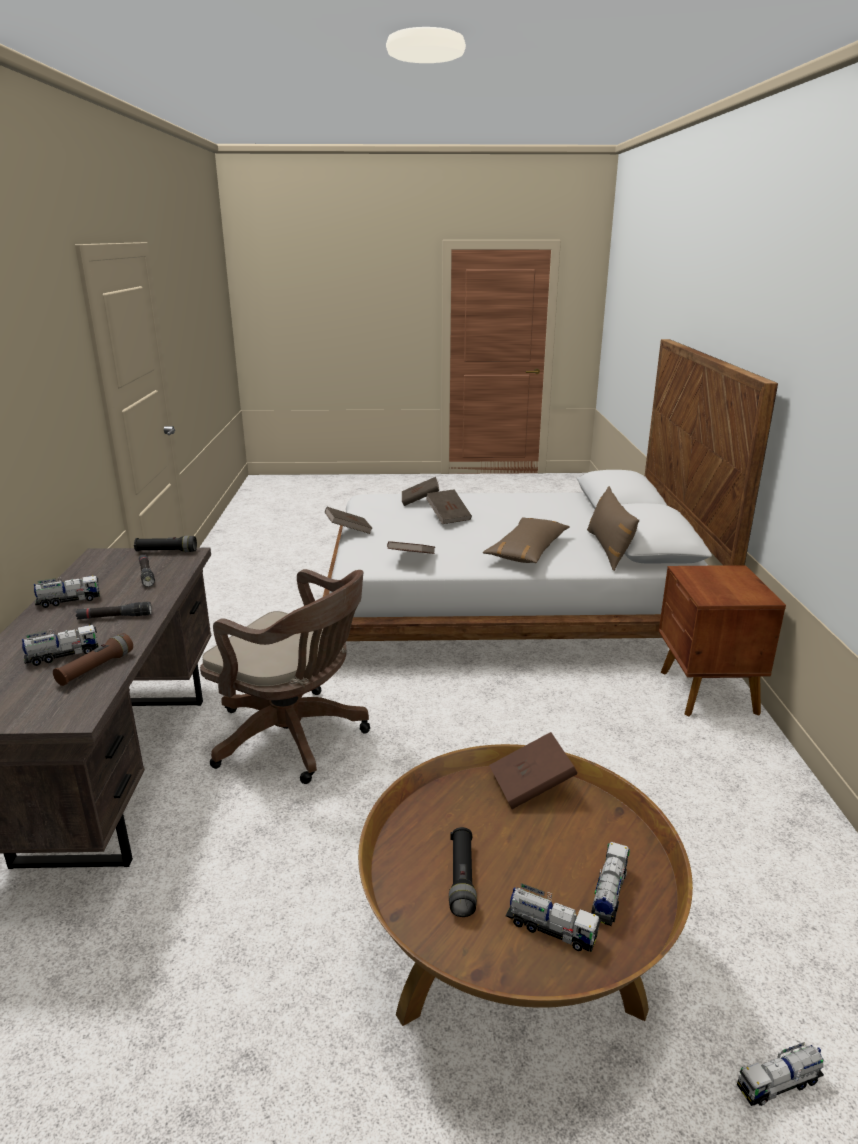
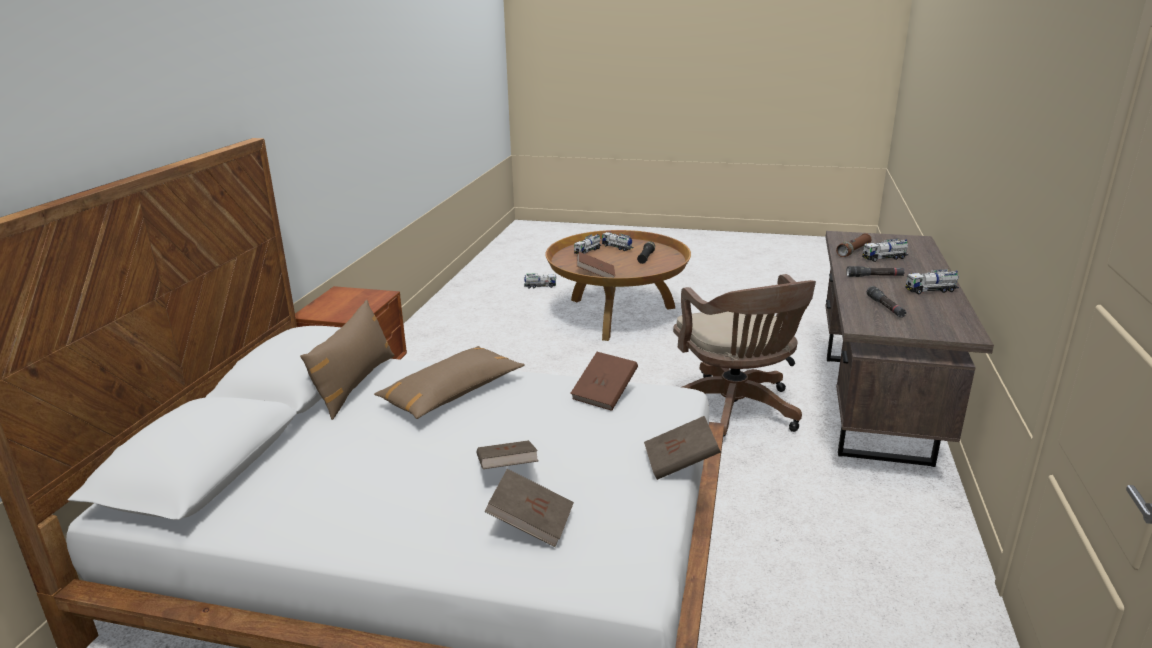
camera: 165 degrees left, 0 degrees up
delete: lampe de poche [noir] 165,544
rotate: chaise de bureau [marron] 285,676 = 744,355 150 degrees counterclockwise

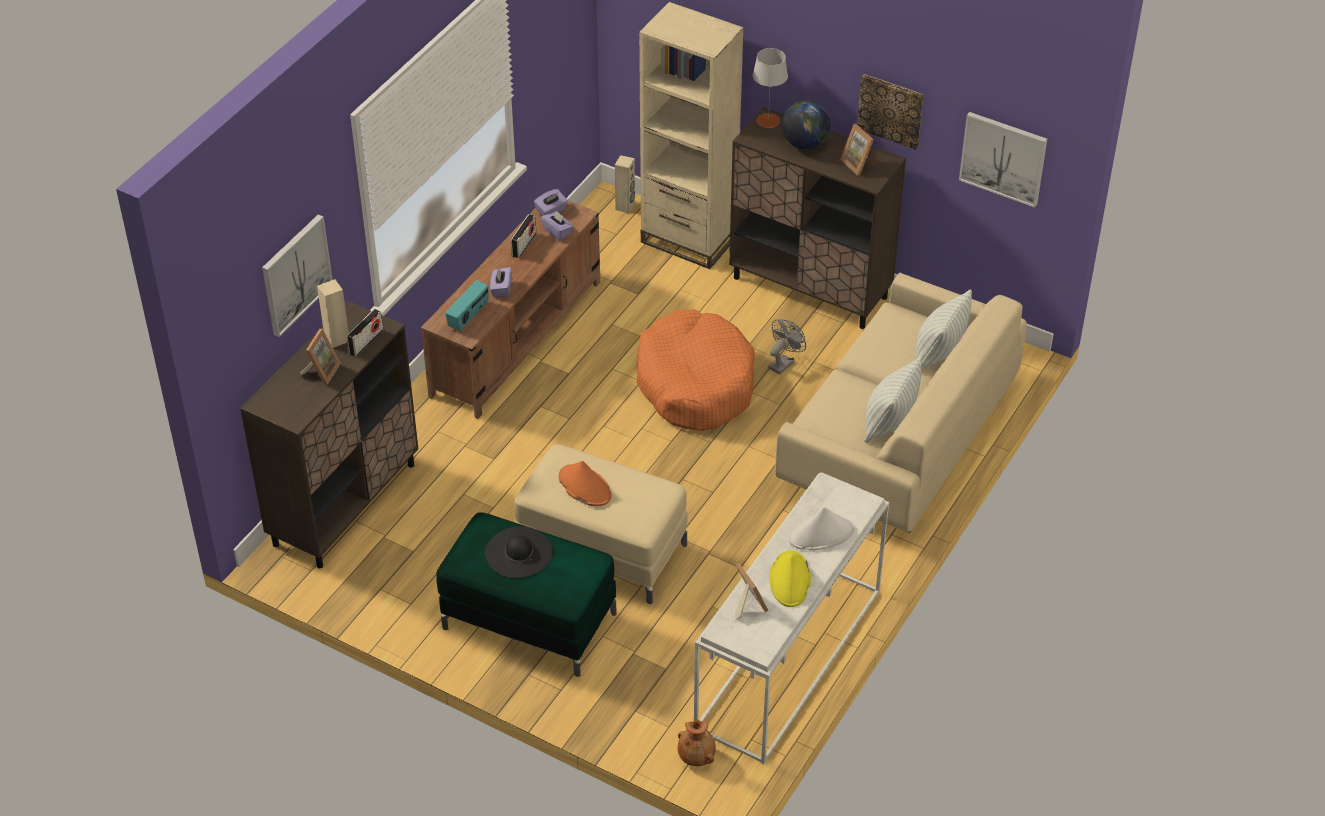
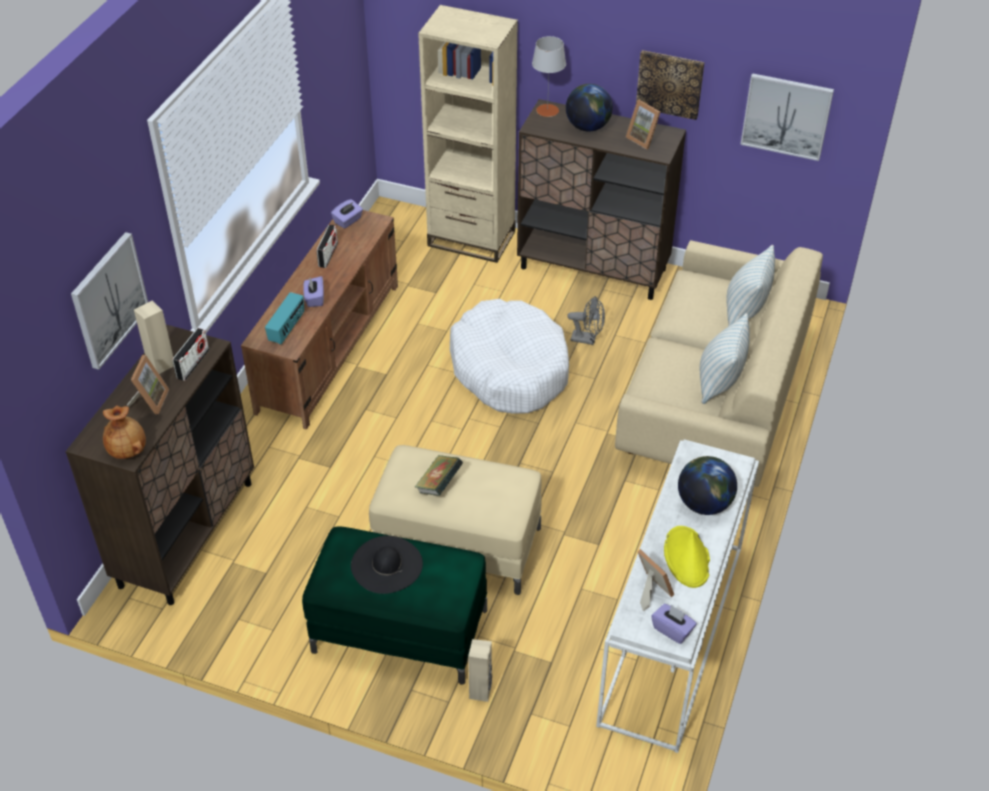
camera: 10 degrees left, 0 degrees up
move: boîte à mouchoirs [violet] 557,226 to 674,624; enceinte [beige] 625,184 to 480,670; vase [marron] 697,742 to 124,432
replace: chapeau [orange] 585,483 to livre 439,475; chapeau [blanc] 821,528 to globe 707,485
recolor: panier pour chien [orange] 695,370 to panier pour chien [blanc] 509,356
rotate: ventilateur [gris] 787,347 = 586,320 75 degrees clockwise

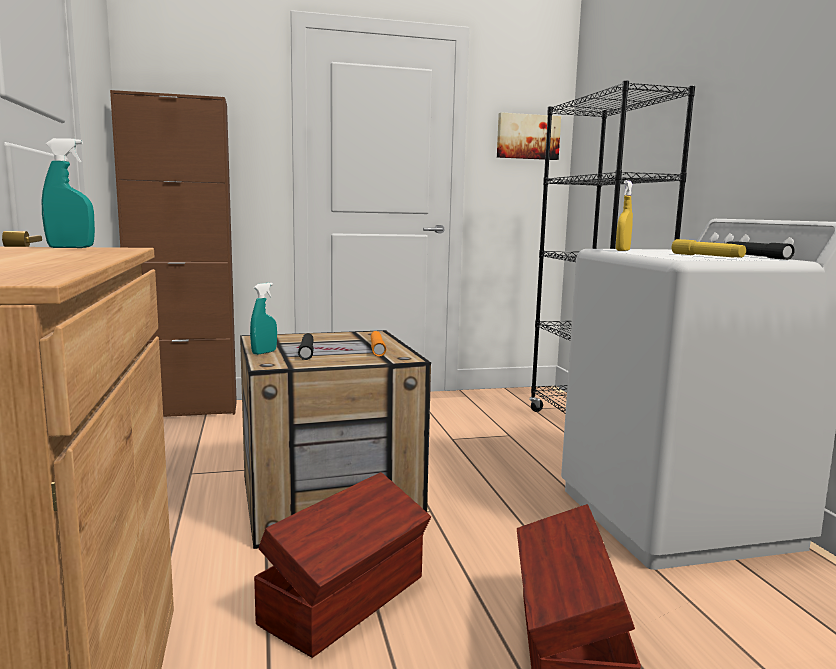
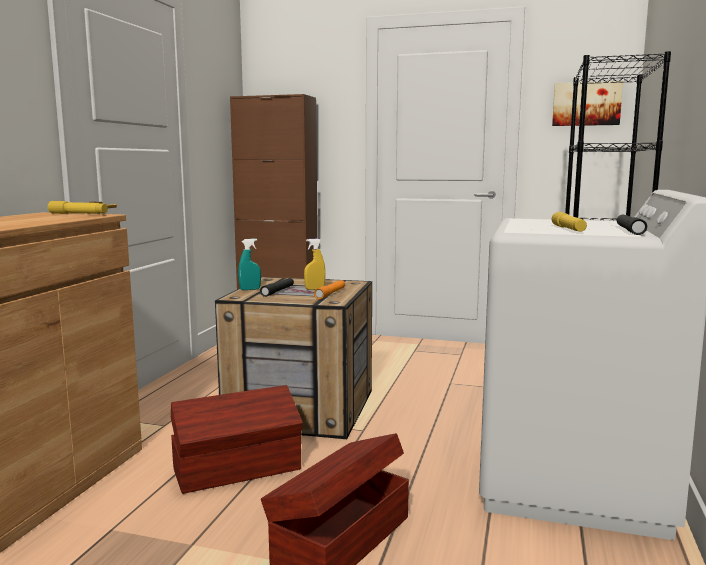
camera: 30 degrees right, 0 degrees up
move: vaporisateur [jaune] 624,215 to 314,264
replace: vaporisateur [turquoise] 68,193 to lampe de poche [jaune] 78,207

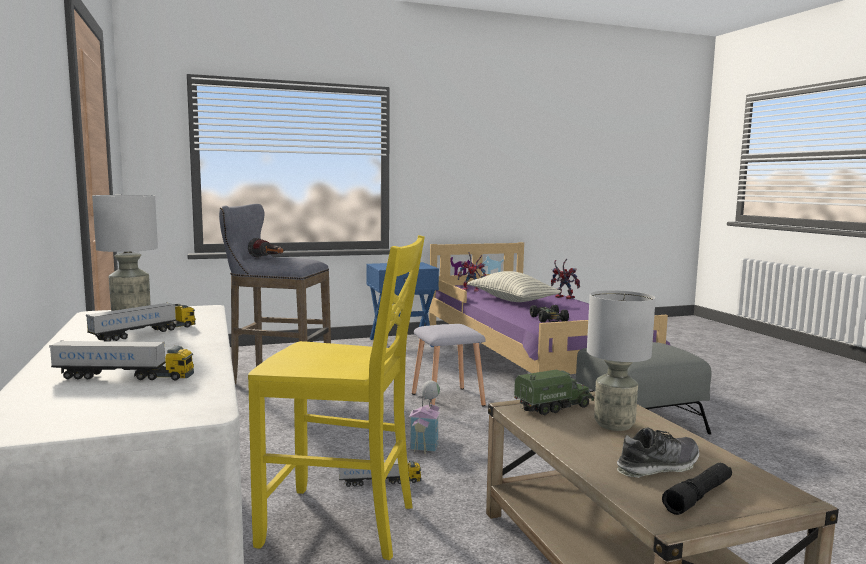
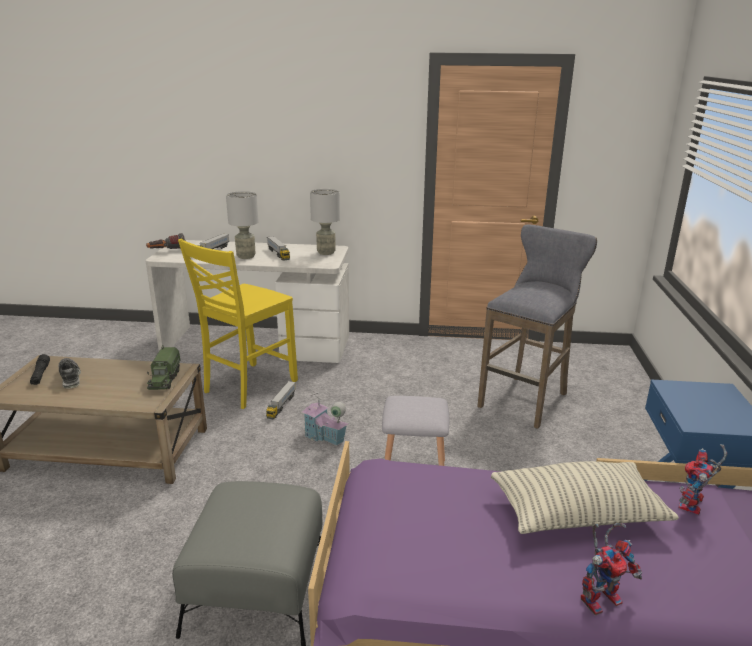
camera: 115 degrees right, 15 degrees up
delete: petite voiture [noir] 549,313
move: lampe de poche 265,248 to 166,241; lampe de table [gris] 621,360 to 242,225
rotate: chaussure 658,452 = 70,373 150 degrees clockwise

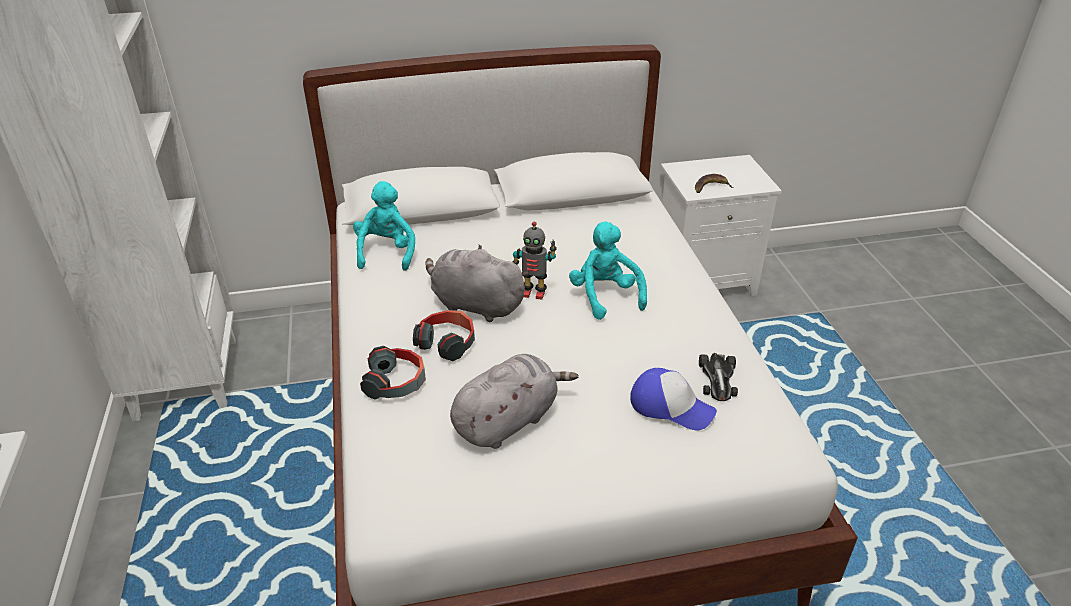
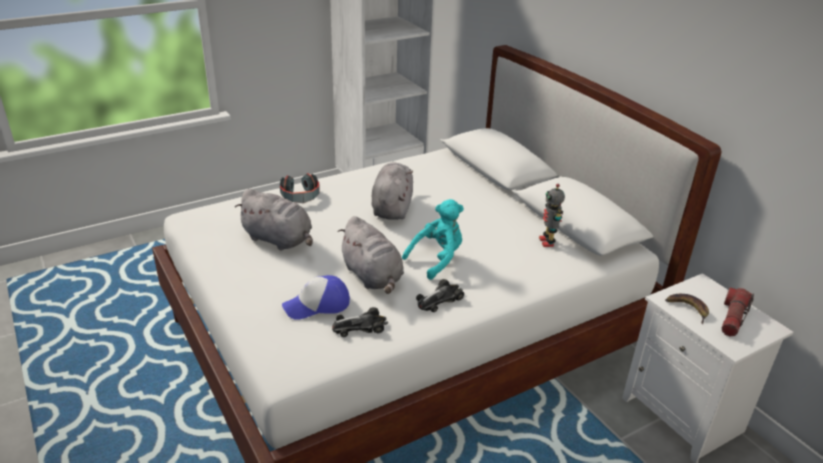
camera: 70 degrees right, 5 degrees down
delete: peluche [turquoise] 384,226; casque audio 444,335
insert: peluche [gris] 371,255; petite voiture 440,295; lampe de poche 738,312
move: robot jouet 535,261 to 552,215
rotate: casquette 674,399 = 316,297 60 degrees clockwise

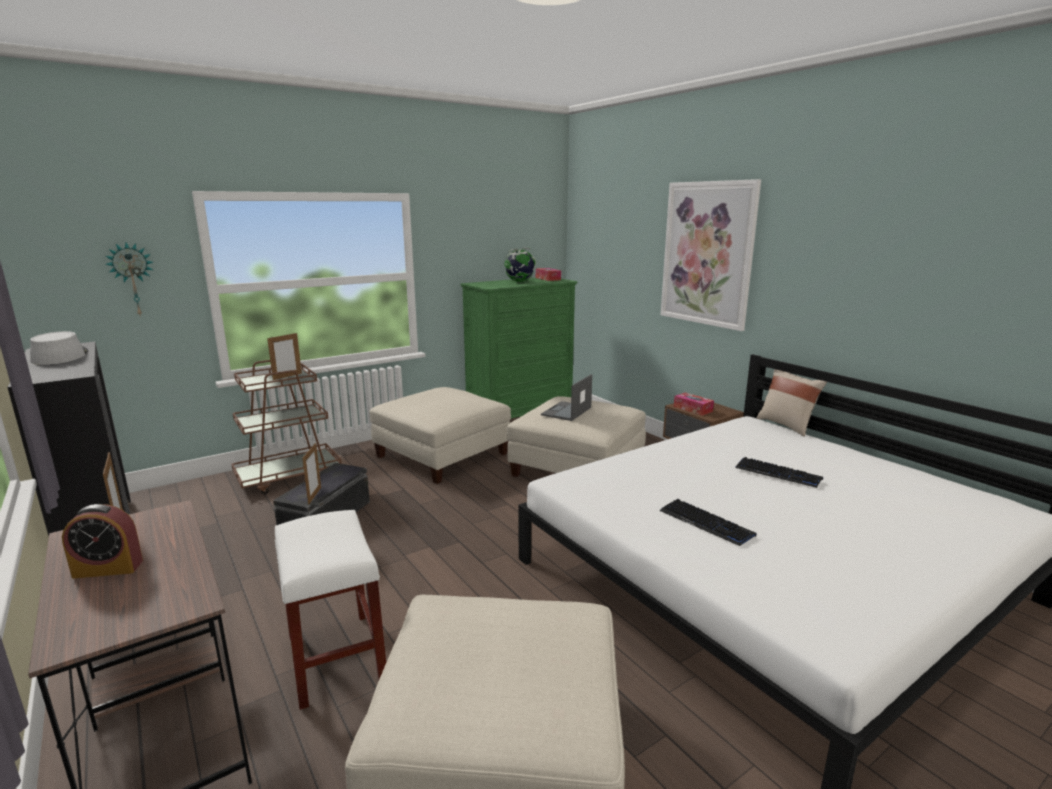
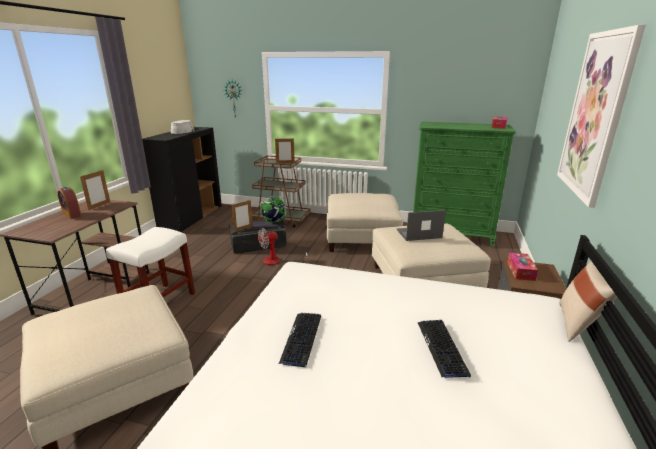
camera: 50 degrees right, 5 degrees up
insert: ventilateur 283,246
move: globe 520,265 to 272,209

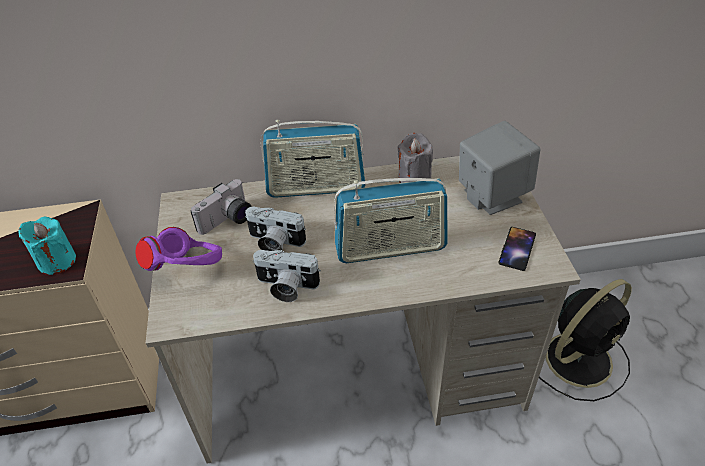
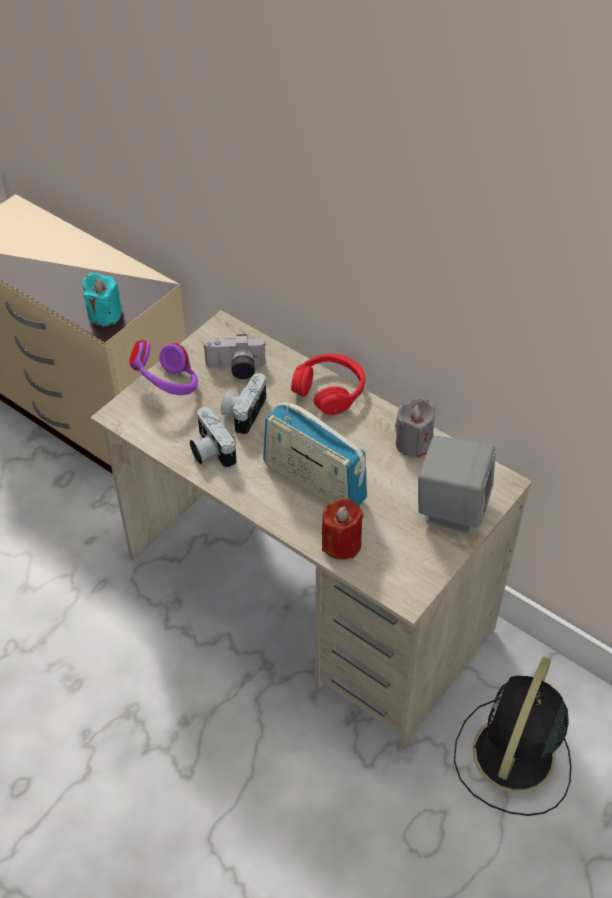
camera: 45 degrees right, 5 degrees up
delete: téléphone 517,249
insert: bougie [rouge] 343,529
replace: radio 313,159 to casque audio [rouge] 328,384
rotate: appareil photo 275,229 = 243,404 45 degrees clockwise; ventilateur [noir] 585,340 = 513,736 105 degrees clockwise

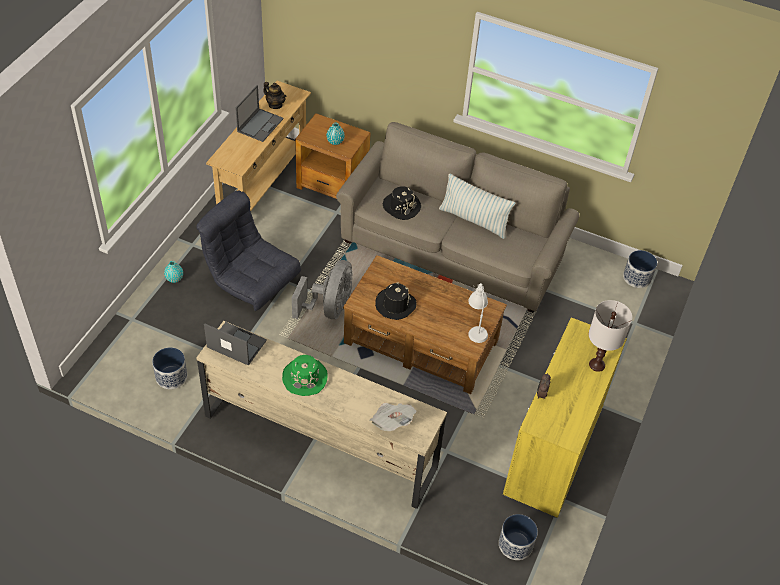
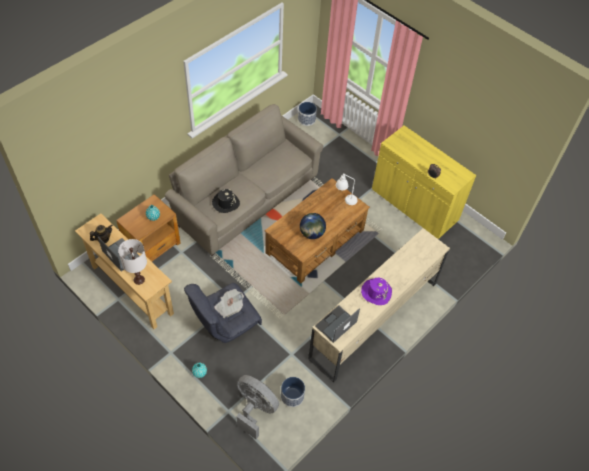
camera: 70 degrees left, 5 degrees up
delete: coussin 477,206; cache-pot 518,537
move: ventilateur [gris] 322,289 to 257,407; journal 393,417 to 229,303; lampe de table [blanc] 610,336 to 132,262
replace: chapeau [noir] 396,301 to globe 313,226
recolor: chapeau [vert] 305,375 to chapeau [violet] 376,291

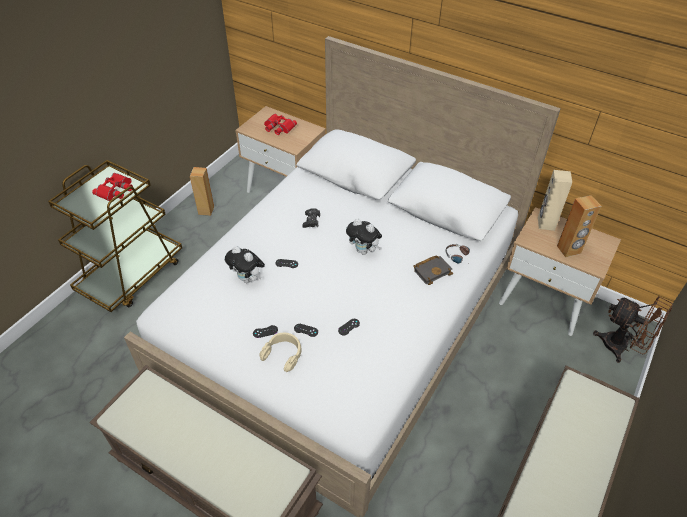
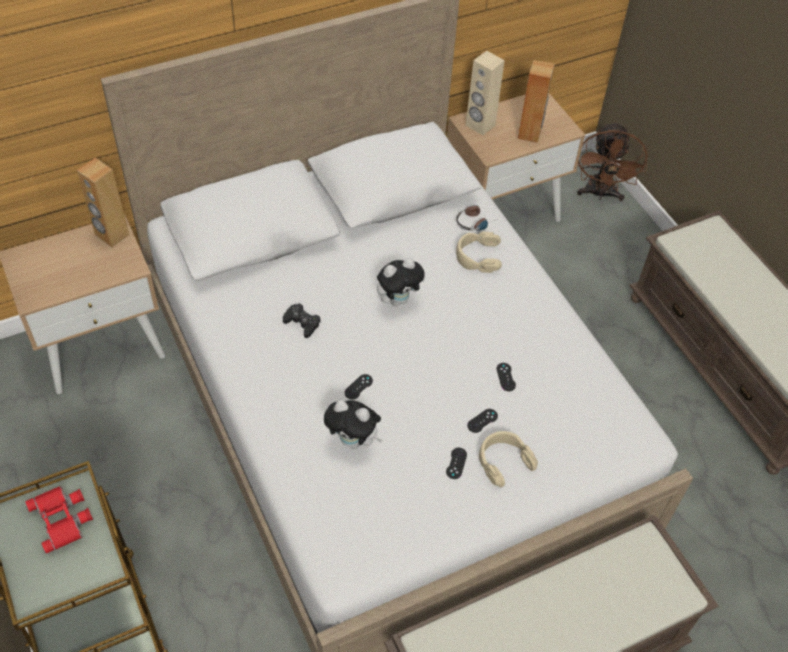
camera: 60 degrees left, 5 degrees up
delete: jumelles [rouge] 280,124
move: enceinte [marron] 202,191 to 103,202
replace: livre [noir] 433,270 to casque audio [beige] 479,252
rotate: peluche 245,264 = 353,424 45 degrees clockwise; ventilateur [marron] 633,329 = 612,161 120 degrees clockwise

